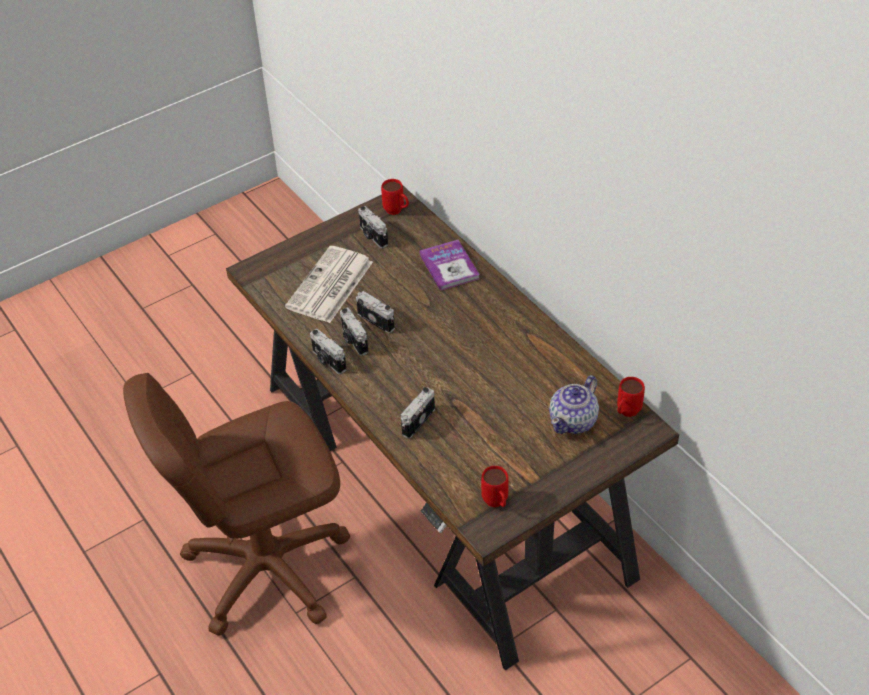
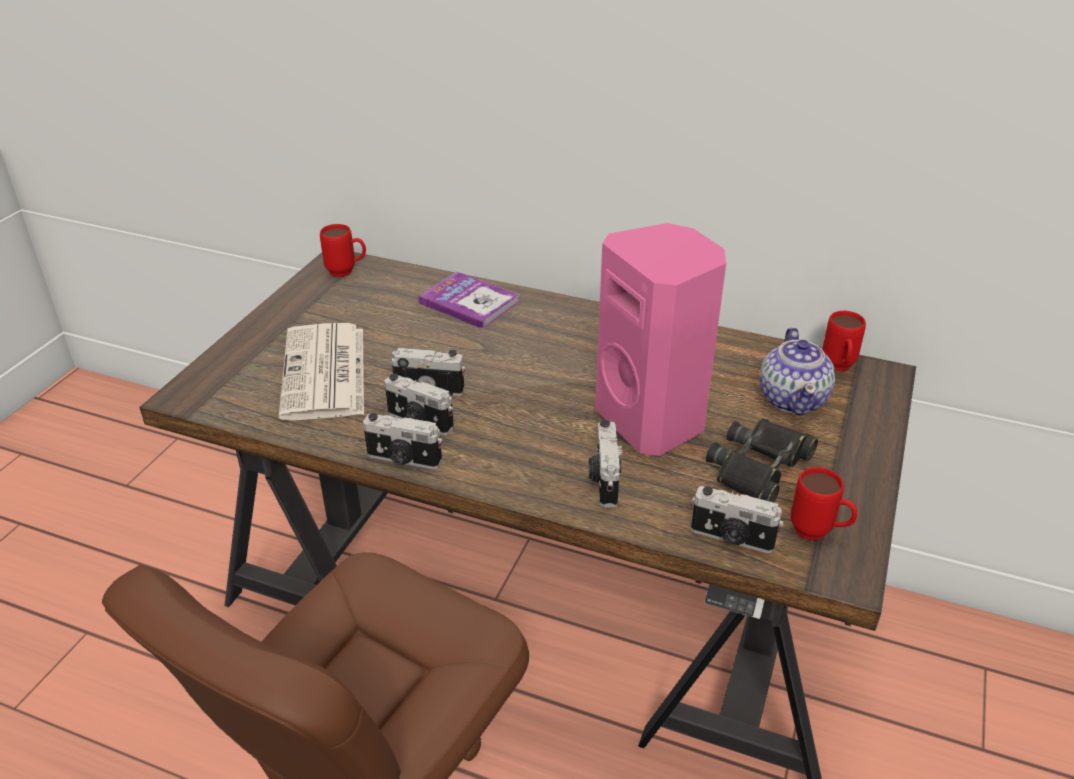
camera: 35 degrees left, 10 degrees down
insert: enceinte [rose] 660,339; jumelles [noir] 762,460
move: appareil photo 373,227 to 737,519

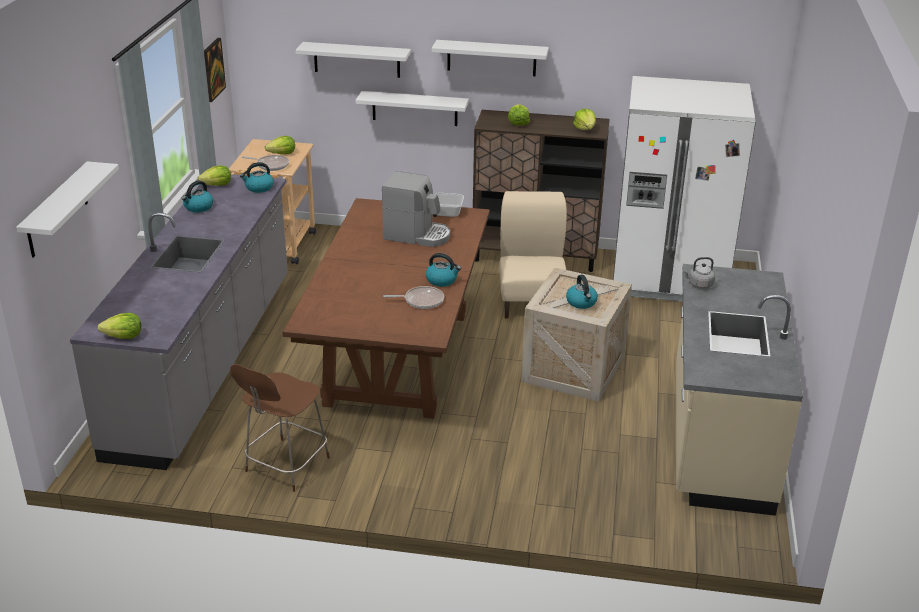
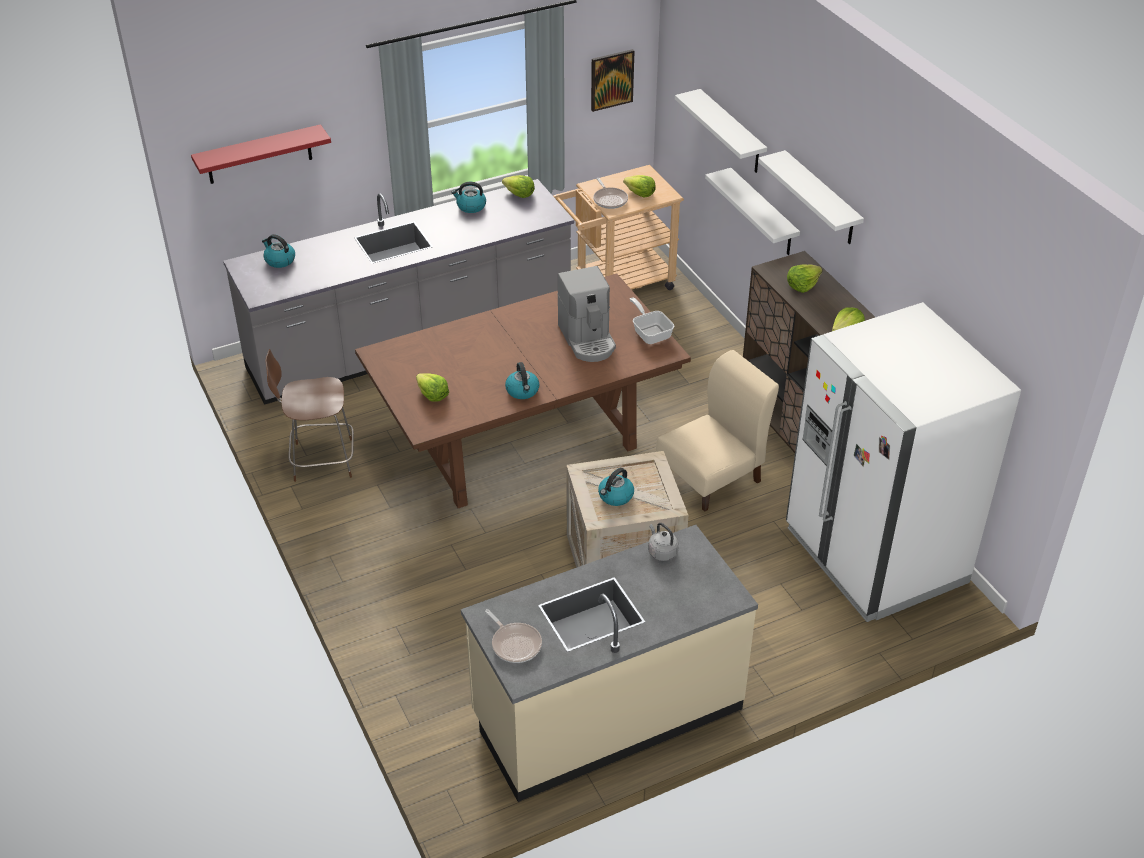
camera: 55 degrees right, 10 degrees up
move: laitue 119,326 to 432,387; bouilloire 257,177 to 278,251; poêle 413,297 to 513,636
recolor: étagère [blanc] 67,209 to étagère [rouge] 261,154

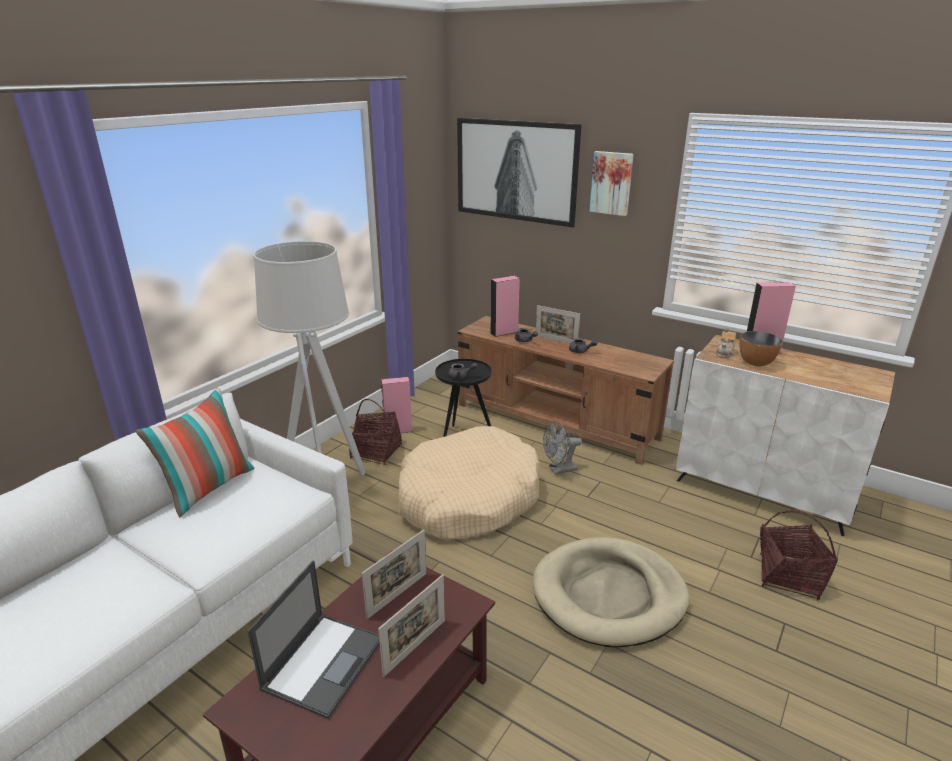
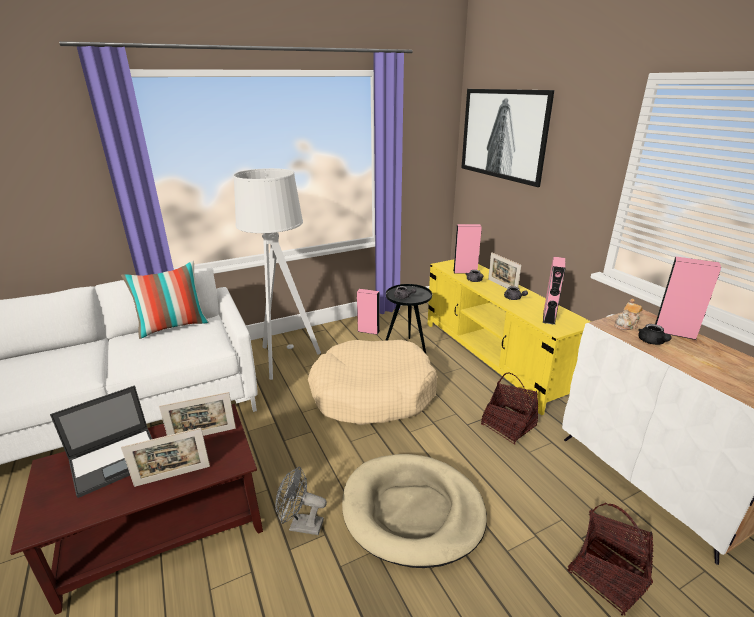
camera: 30 degrees right, 0 degrees up
delete: tableau 611,183
insert: enceinte [rose] 554,291
move: panier 375,432 to 509,409; ventilateur [gris] 562,448 to 301,501
replace: bol 761,348 to théière [noir] 655,334
recolor: meuble télé [marron] 566,390 to meuble télé [jaune] 509,337

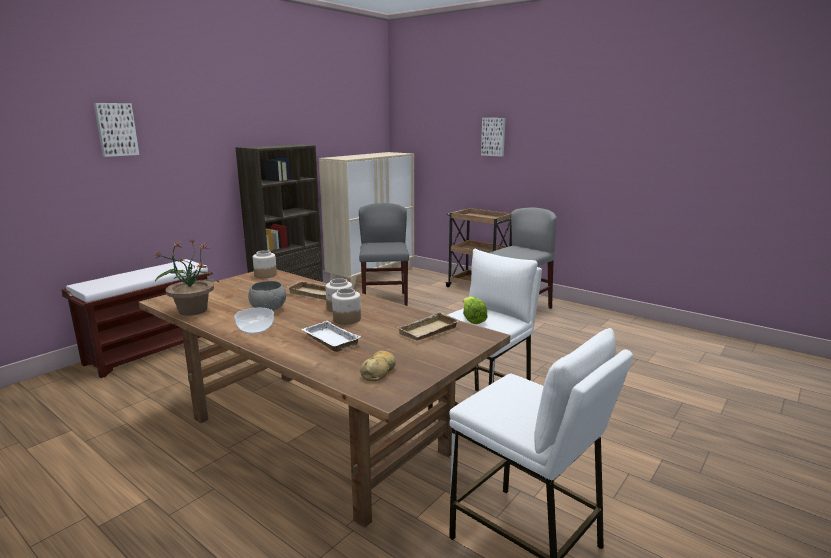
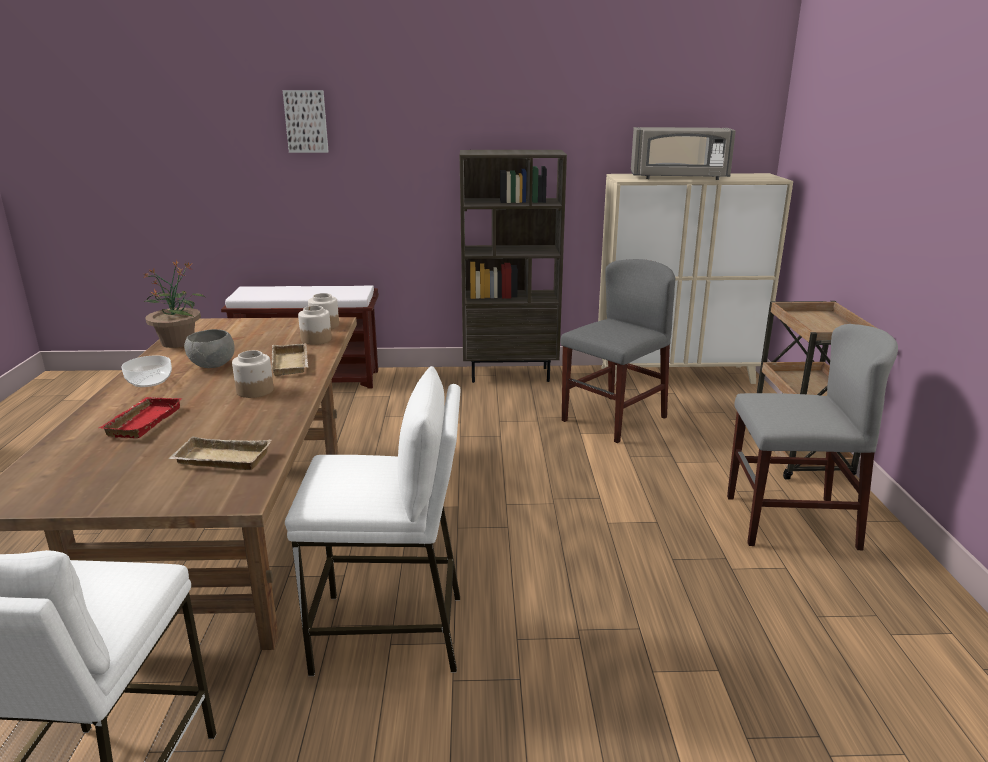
camera: 50 degrees right, 5 degrees up
delete: pain 378,366; laitue 475,310; tableau 493,137
insert: micro-ondes [gris] 683,153
move: bocal 346,306 to 315,325
recolor: plateau [blanc] 331,336 to plateau [rouge] 141,417

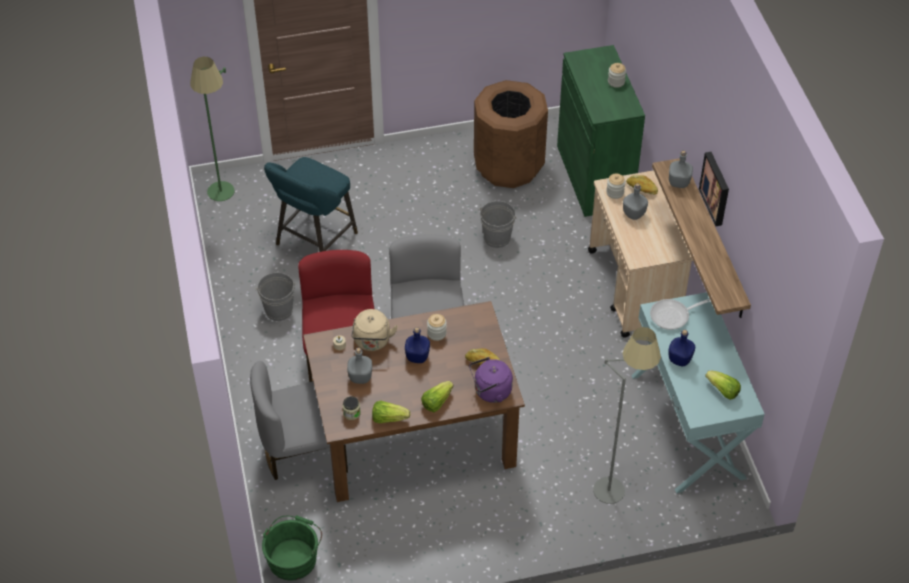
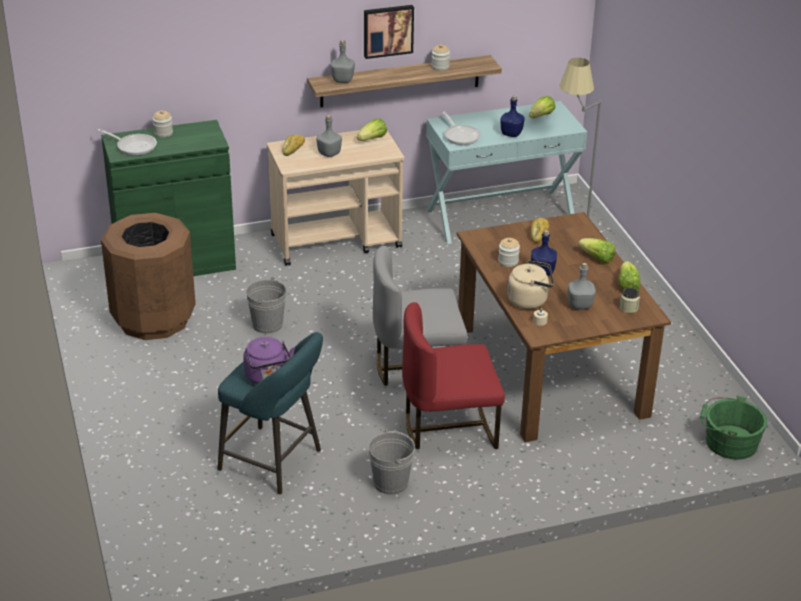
camera: 95 degrees left, 15 degrees down
delete: lampadaire [vert] 212,129; chaise [gris] 299,420
insert: poêle 127,142; laitue 372,130
move: bouilloire [violet] 491,380 to 269,360; bocal 615,186 to 441,57

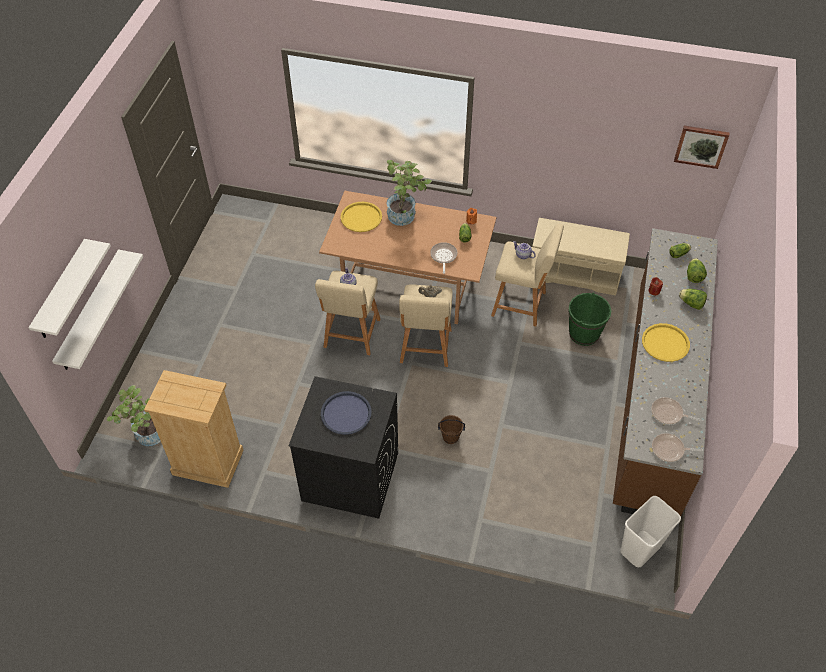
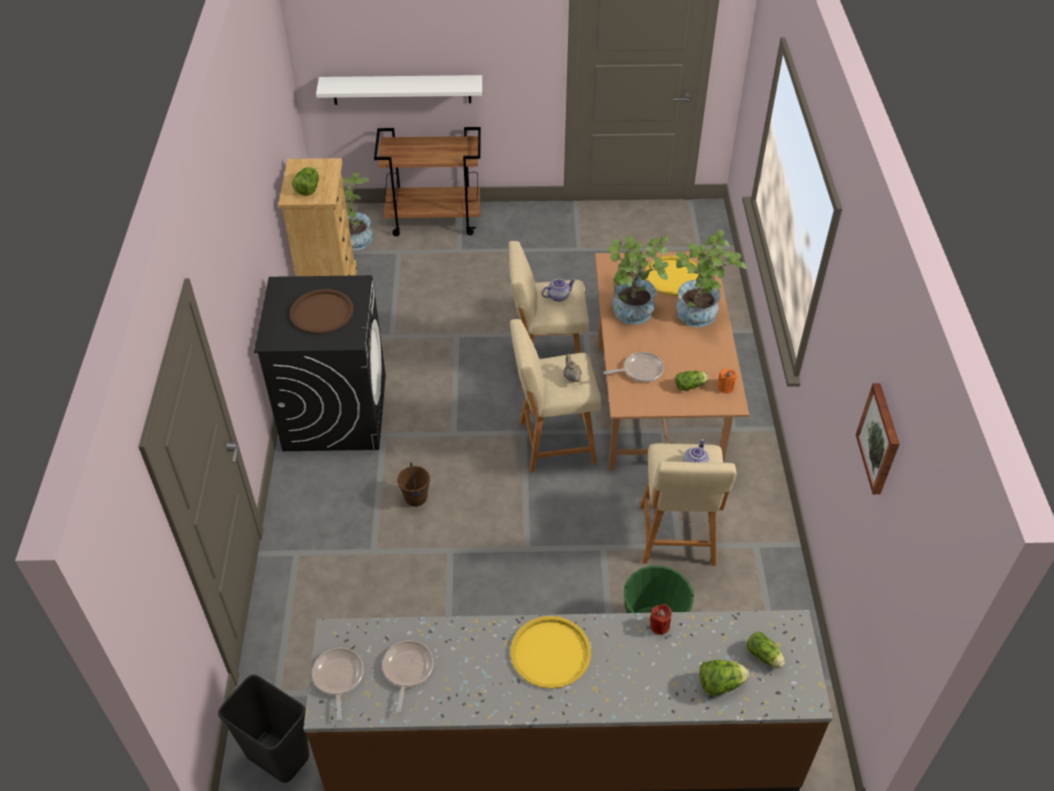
camera: 75 degrees right, 5 degrees down
delete: étagère [blanc] 69,288; banc [beige] 581,257
insert: chariot [marron] 427,181; plante en pot 638,280
move: tableau 702,147 to 877,439; laitue 693,299 to 305,181
recolor: plateau [bleu] 346,413 to plateau [marron] 321,311; poubelle [blanc] 650,531 to poubelle [noir] 264,729

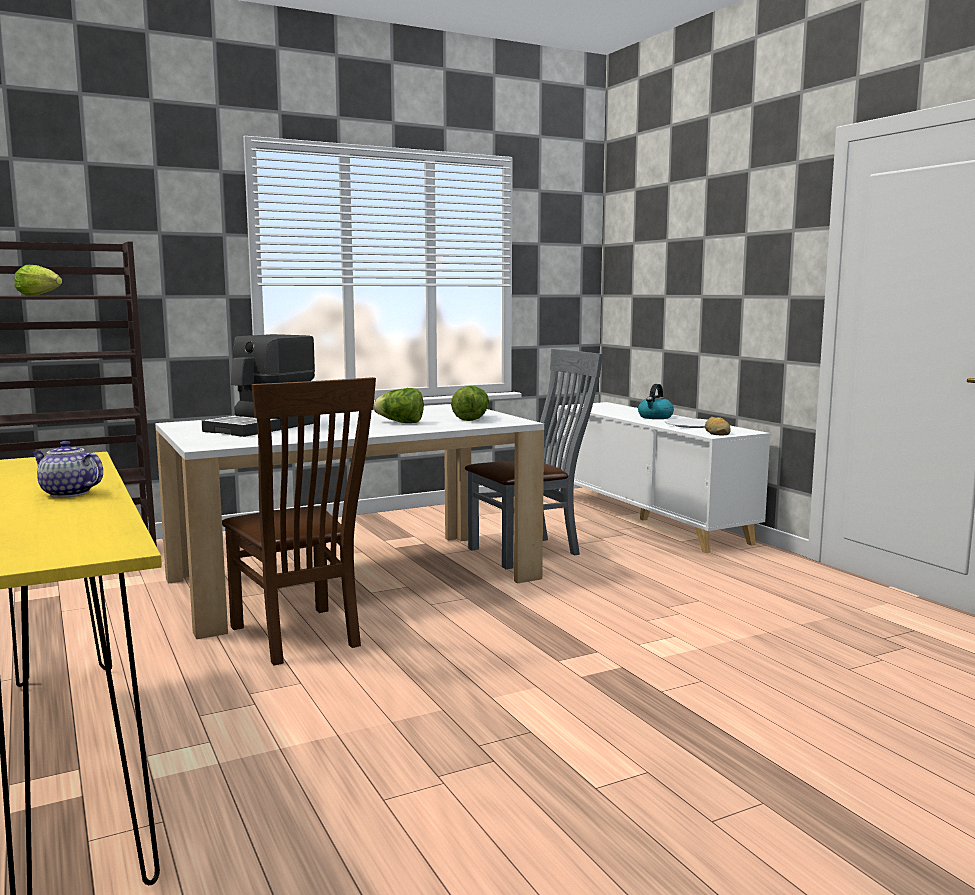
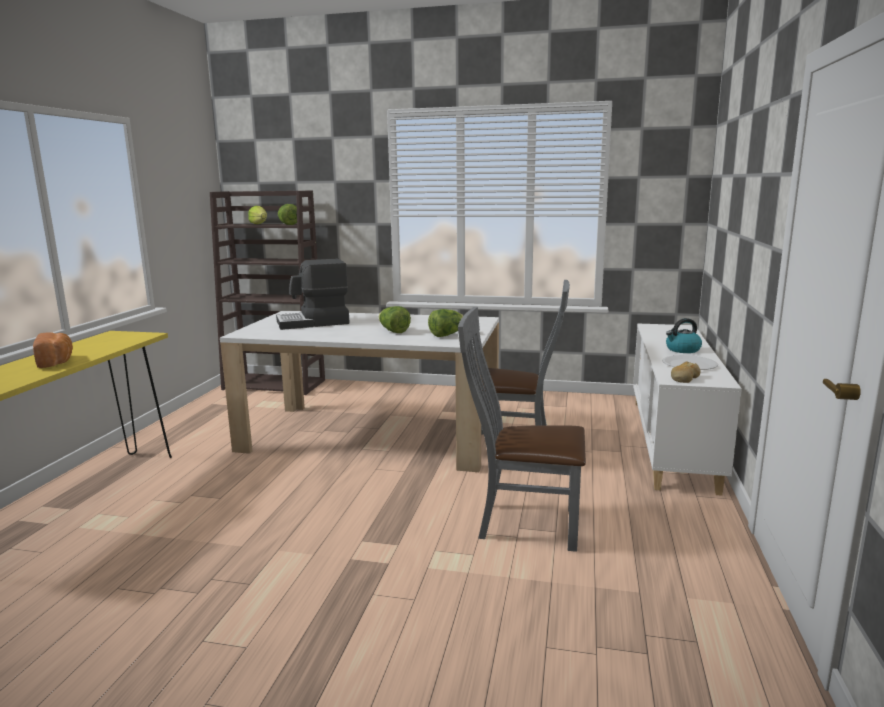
camera: 40 degrees right, 5 degrees up
delete: chaise [marron] 299,521
insert: laitue 287,214; chaise [gris] 522,429
replace: théière 67,469 to pain 53,350

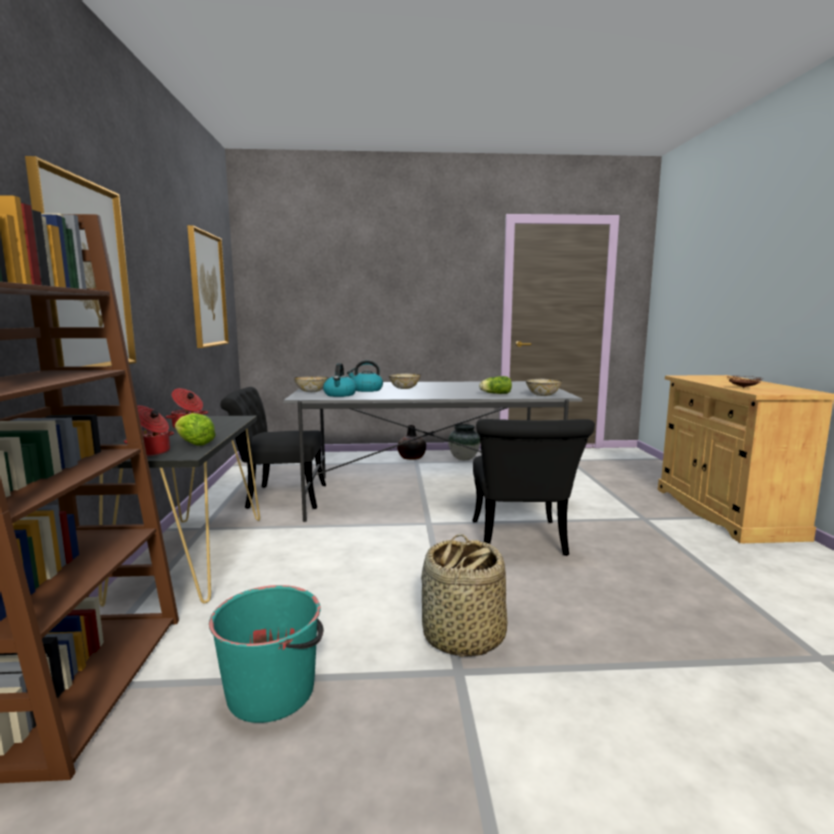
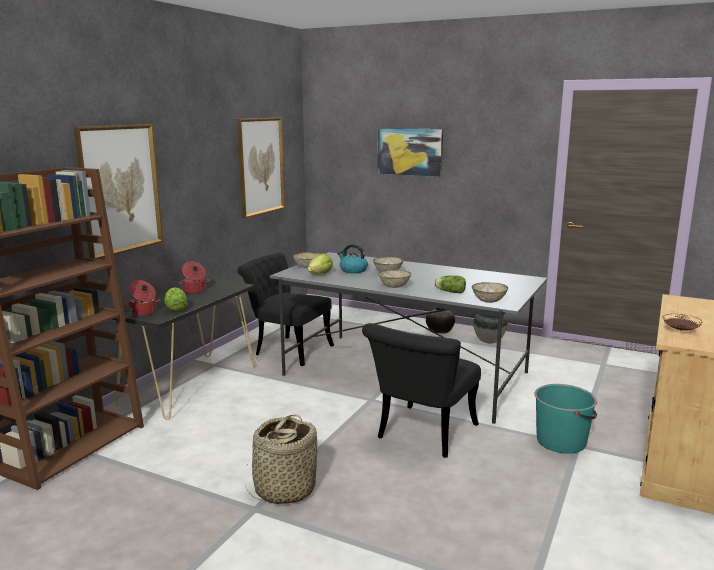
camera: 30 degrees right, 5 degrees up
insert: tableau 410,152; bol 394,278
move: seau [turquoise] 266,654 to 565,419
replace: bouilloire 340,380 to laitue 320,263

